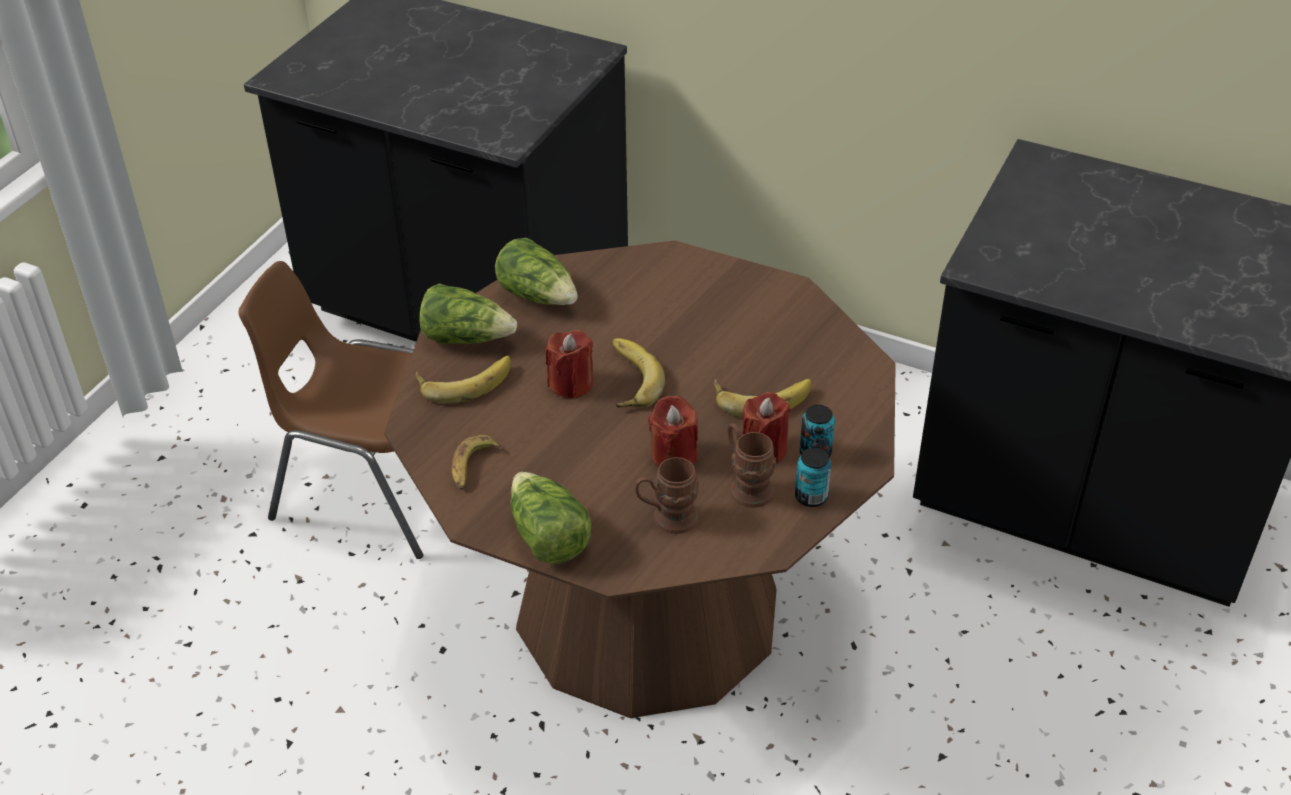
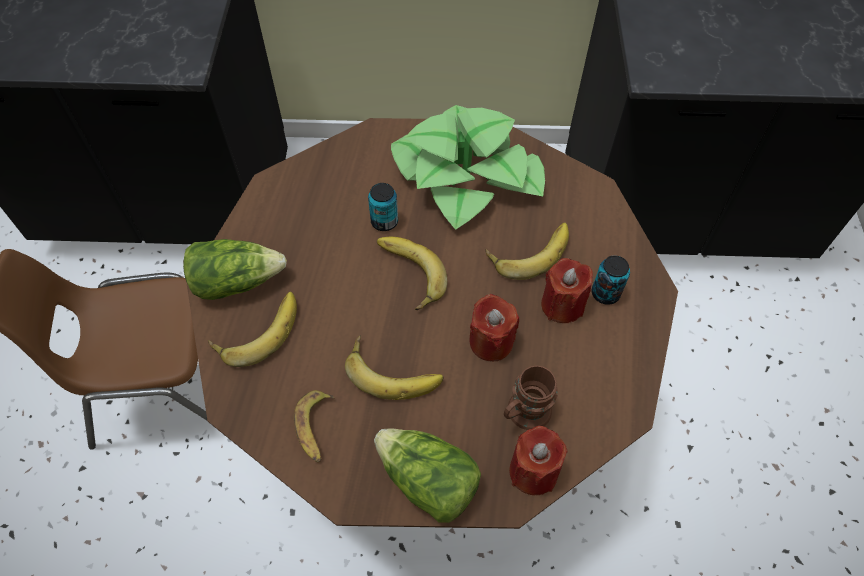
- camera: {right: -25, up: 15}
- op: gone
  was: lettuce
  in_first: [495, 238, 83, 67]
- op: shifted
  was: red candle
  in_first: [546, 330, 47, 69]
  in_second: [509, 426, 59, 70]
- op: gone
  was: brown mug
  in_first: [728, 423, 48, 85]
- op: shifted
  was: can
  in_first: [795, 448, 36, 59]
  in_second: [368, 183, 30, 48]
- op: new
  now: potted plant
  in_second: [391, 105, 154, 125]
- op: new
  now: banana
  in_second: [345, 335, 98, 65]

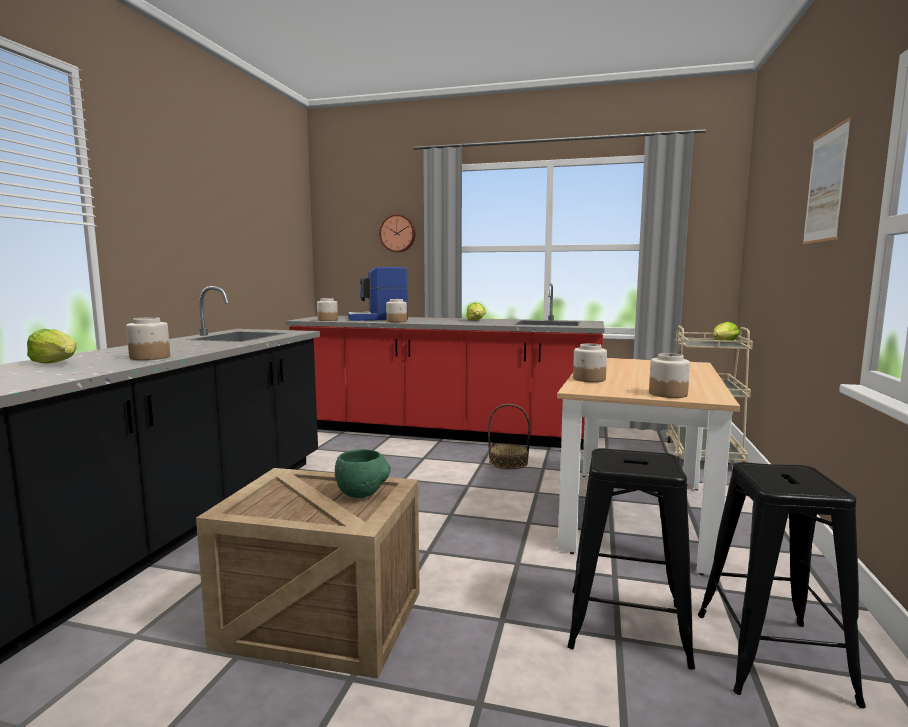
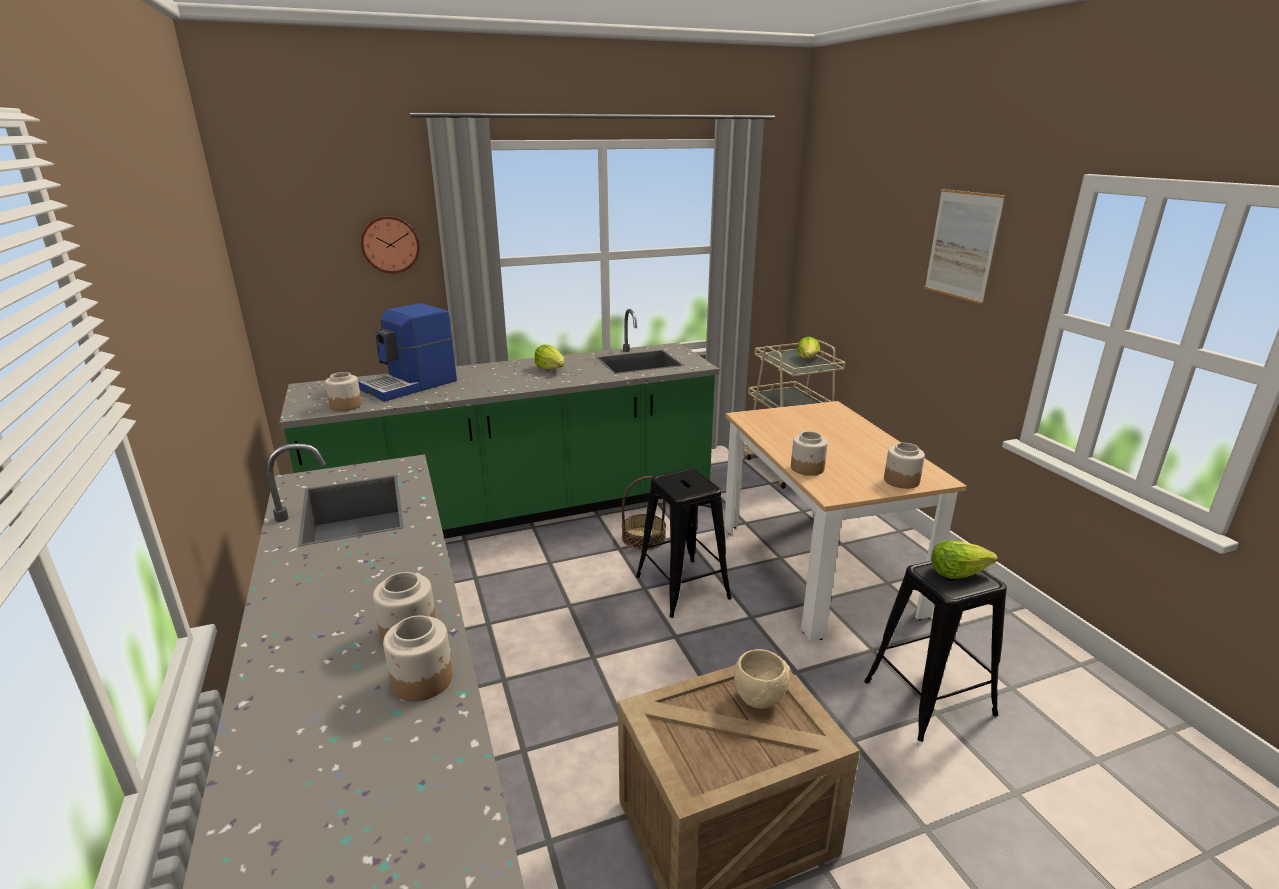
- camera: {right: -35, up: 15}
- op: repainted
  was: red counter
  now: green counter
  in_first: [285, 283, 319, 167]
  in_second: [279, 309, 440, 230]
- op: shifted
  was: jar
  in_first: [386, 299, 21, 23]
  in_second: [383, 615, 70, 86]
- op: shifted
  was: lettuce
  in_first: [27, 329, 50, 35]
  in_second: [931, 541, 67, 38]
- op: repainted
  was: green bowl
  now: beige bowl
  in_first: [335, 449, 56, 49]
  in_second: [734, 649, 56, 60]
- op: shifted
  was: black stool
  in_first: [698, 462, 168, 246]
  in_second: [636, 468, 96, 150]

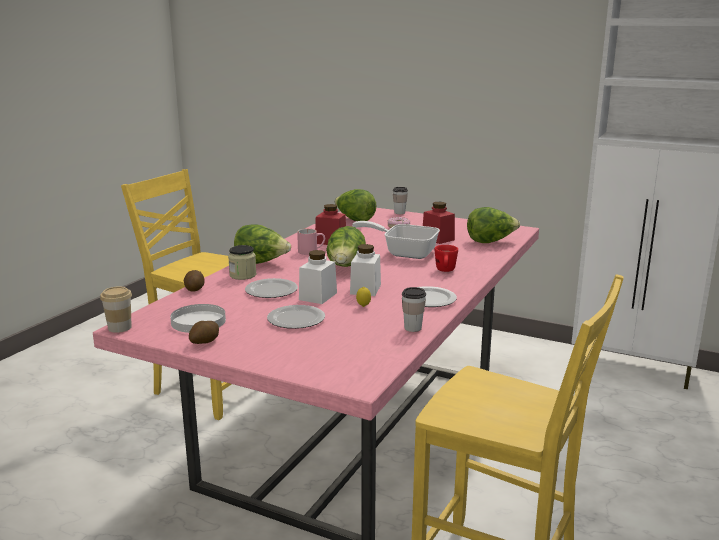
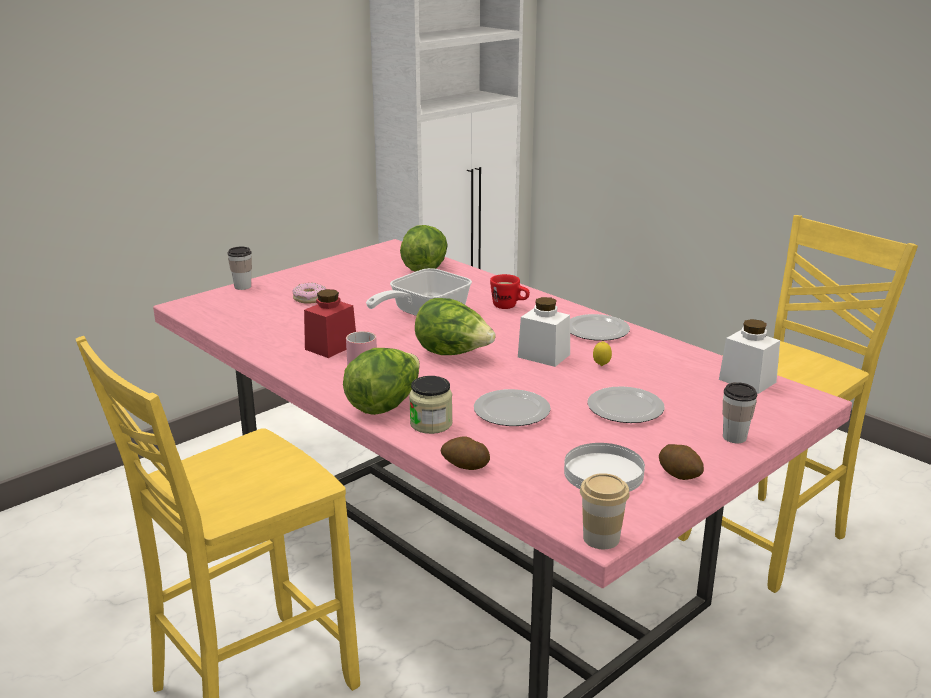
- camera: {right: -70, up: 5}
- op: gone
  was: lettuce
  in_first: [335, 189, 41, 32]
- op: gone
  was: red jar
  in_first: [423, 202, 32, 42]
- op: shifted
  was: white jar
  in_first: [299, 250, 38, 54]
  in_second: [719, 319, 61, 75]
- op: shifted
  was: cup
  in_first: [402, 287, 24, 45]
  in_second: [723, 382, 34, 61]

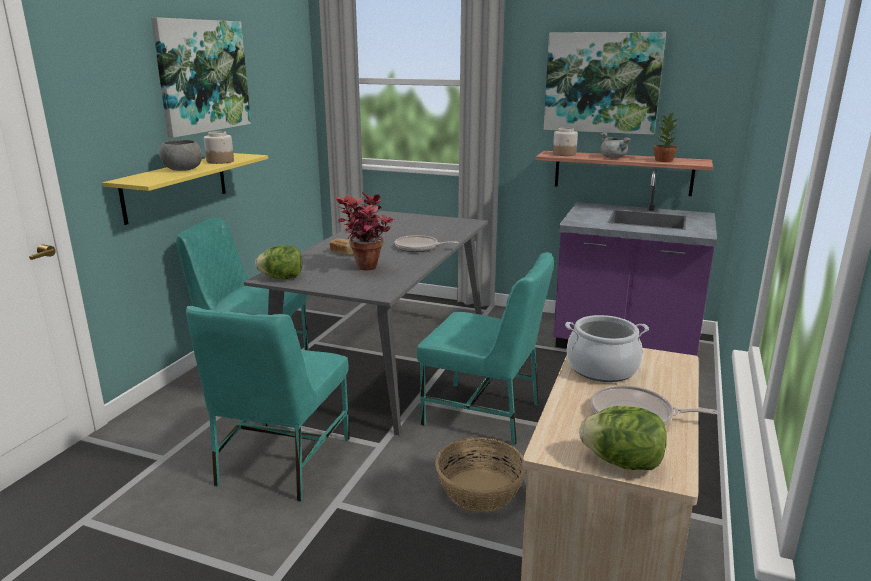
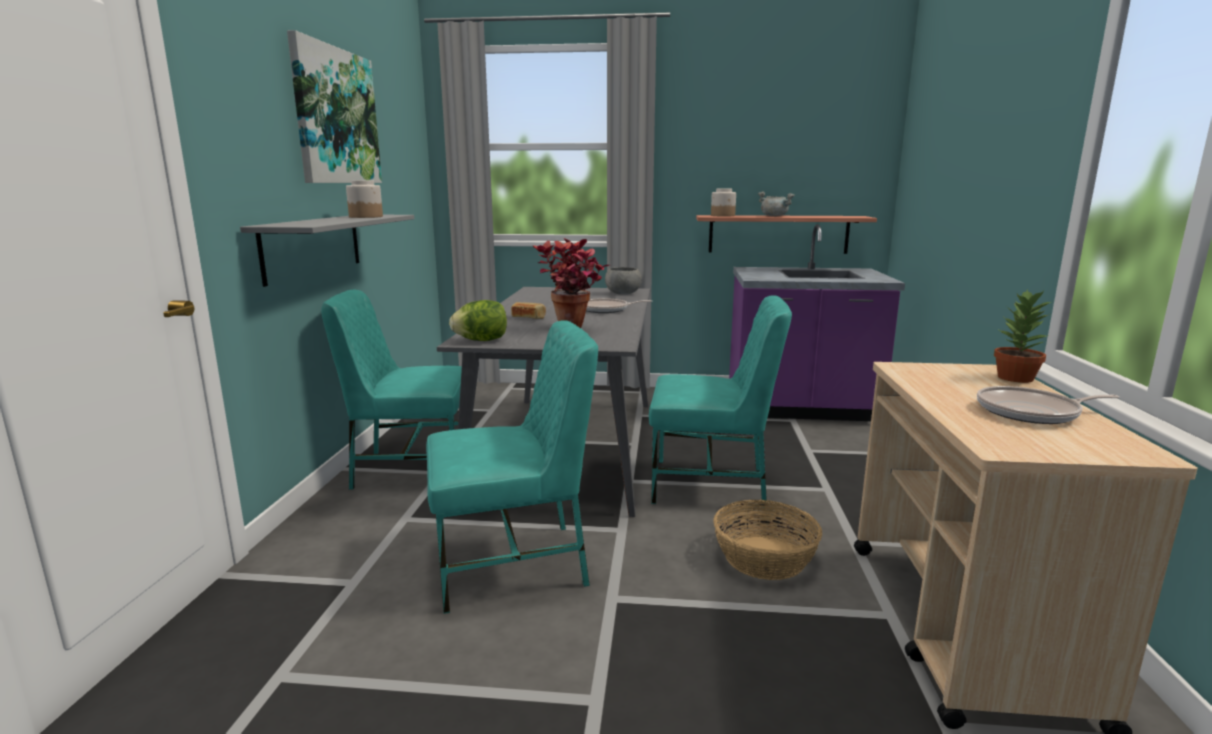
- camera: {right: -15, up: -5}
- op: gone
  was: picture
  in_first: [544, 32, 122, 103]
- op: shifted
  was: potted plant
  in_first: [653, 112, 25, 50]
  in_second: [994, 289, 57, 94]
- op: shifted
  was: grey bowl
  in_first: [159, 140, 43, 31]
  in_second: [605, 267, 37, 28]
- op: repainted
  was: yellow shelf
  now: grey shelf
  in_first: [103, 153, 165, 72]
  in_second: [240, 215, 174, 72]
- op: rotated
  was: turquoise chair
  in_first: [186, 306, 164, 196]
  in_second: [426, 320, 172, 294]
  clockwise: -105
- op: gone
  was: cooking pot
  in_first: [565, 315, 84, 67]
- op: gone
  was: lettuce
  in_first: [579, 406, 87, 64]

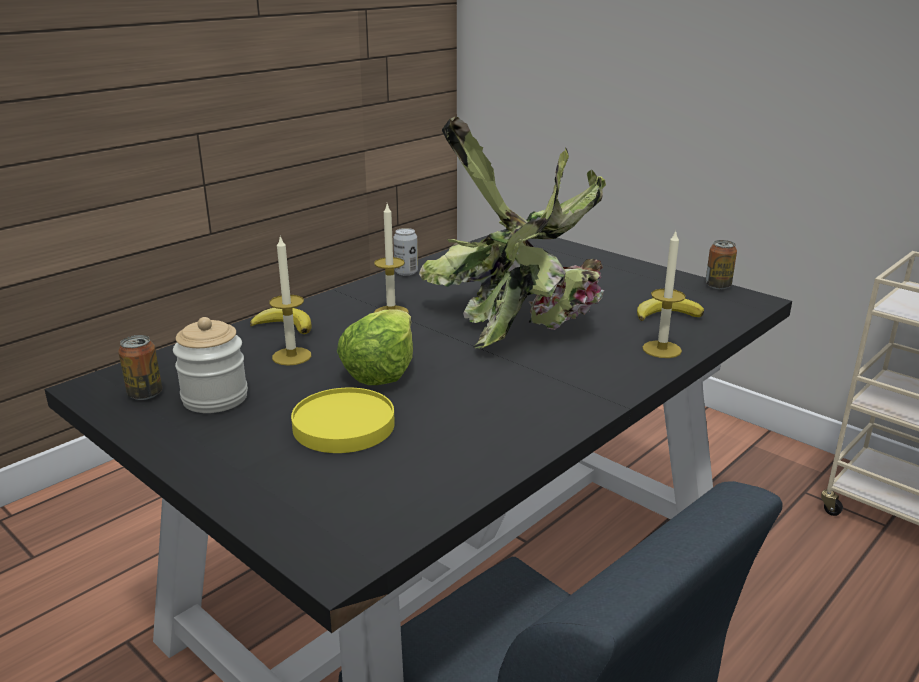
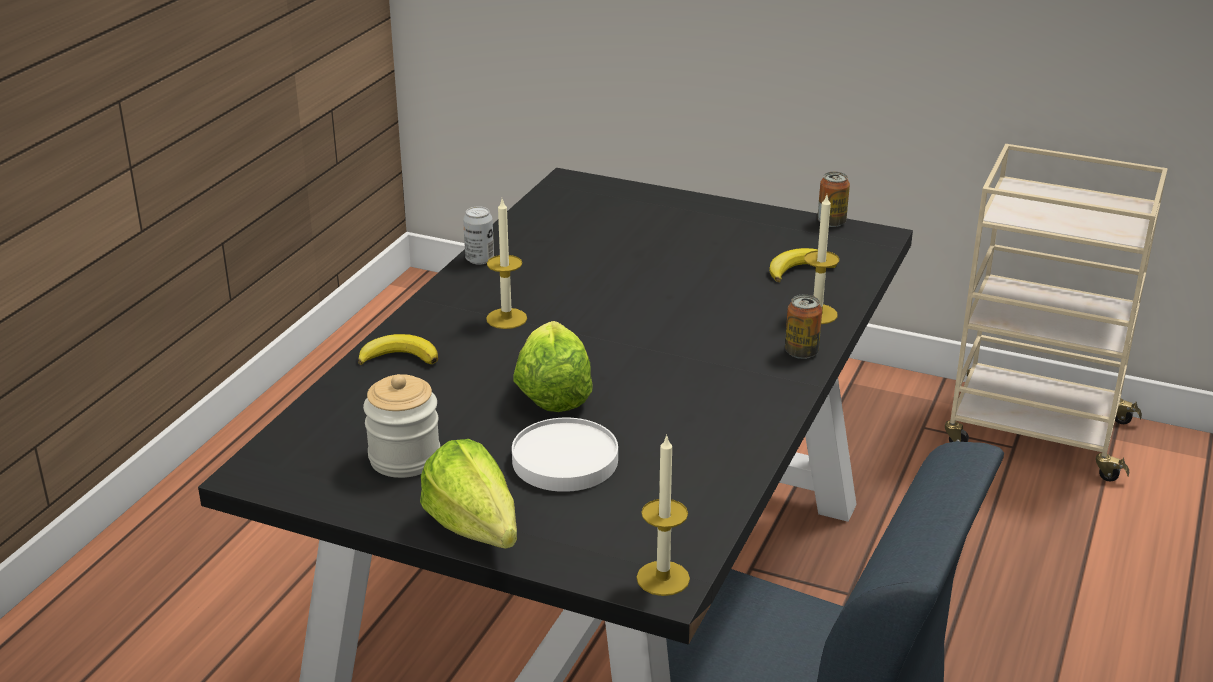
- camera: {right: -20, up: 5}
- op: gone
  was: potted plant
  in_first: [419, 117, 187, 232]
- op: shifted
  was: candle
  in_first: [269, 236, 42, 130]
  in_second: [636, 434, 54, 162]
- op: shifted
  was: can
  in_first: [118, 335, 44, 65]
  in_second: [785, 294, 37, 65]
- op: repainted
  was: yellow plate
  now: white plate
  in_first: [291, 388, 104, 65]
  in_second: [512, 418, 106, 74]
- op: new
  now: lettuce
  in_second: [420, 439, 97, 110]

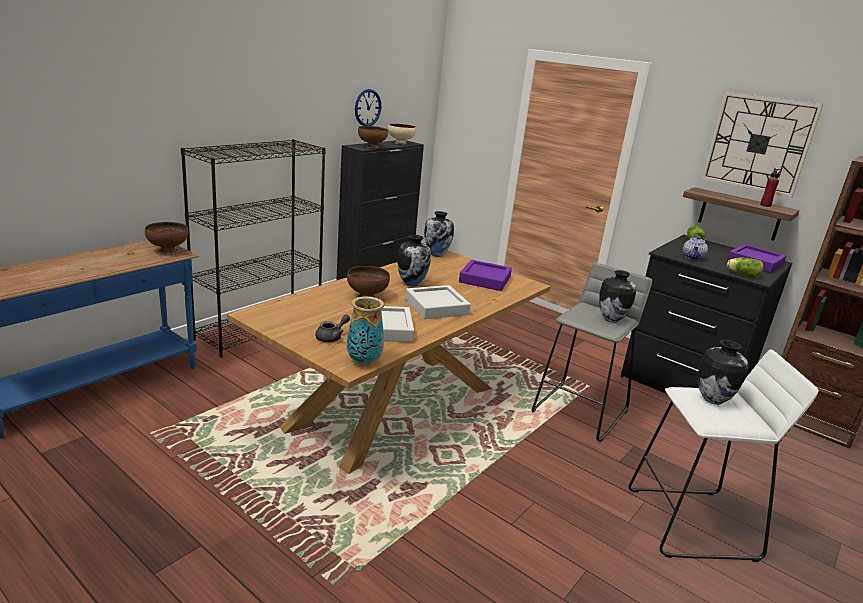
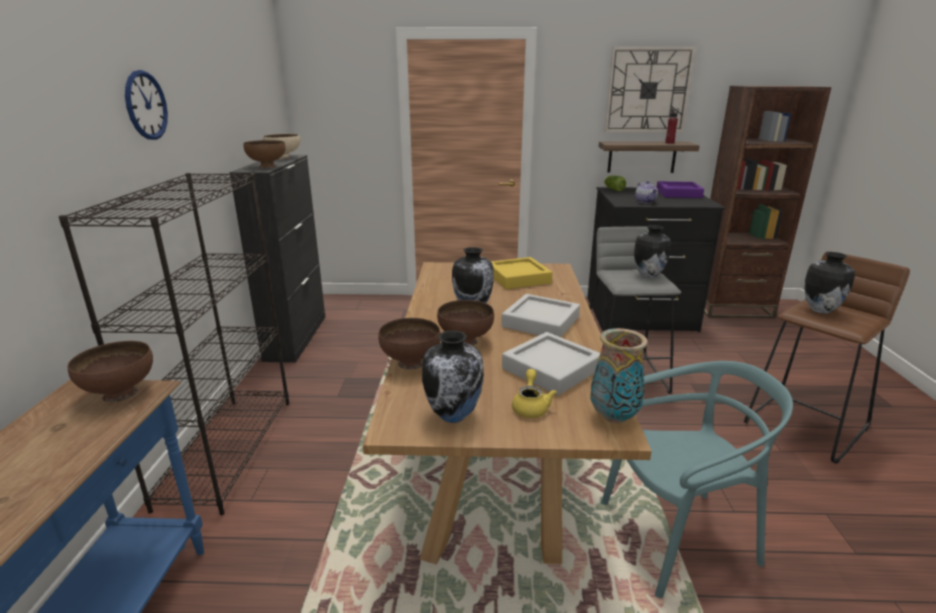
- camera: {right: -35, up: 0}
- op: shifted
  was: wall clock
  in_first: [355, 89, 26, 37]
  in_second: [125, 70, 43, 70]
- op: shifted
  was: vase
  in_first: [424, 211, 30, 45]
  in_second: [422, 330, 62, 93]
- op: gone
  was: lettuce
  in_first: [727, 257, 37, 21]
- op: repainted
  was: purple tray
  now: yellow tray
  in_first: [459, 260, 53, 31]
  in_second: [491, 257, 61, 32]
- op: repainted
  was: grey teapot
  now: yellow teapot
  in_first: [315, 314, 35, 28]
  in_second: [512, 369, 45, 49]
- op: repainted
  was: white stool
  now: brown stool
  in_first: [628, 349, 191, 213]
  in_second: [744, 251, 166, 213]
- op: new
  now: brown bowl
  in_second: [378, 318, 62, 52]
- op: new
  now: turquoise chair
  in_second: [601, 361, 192, 237]

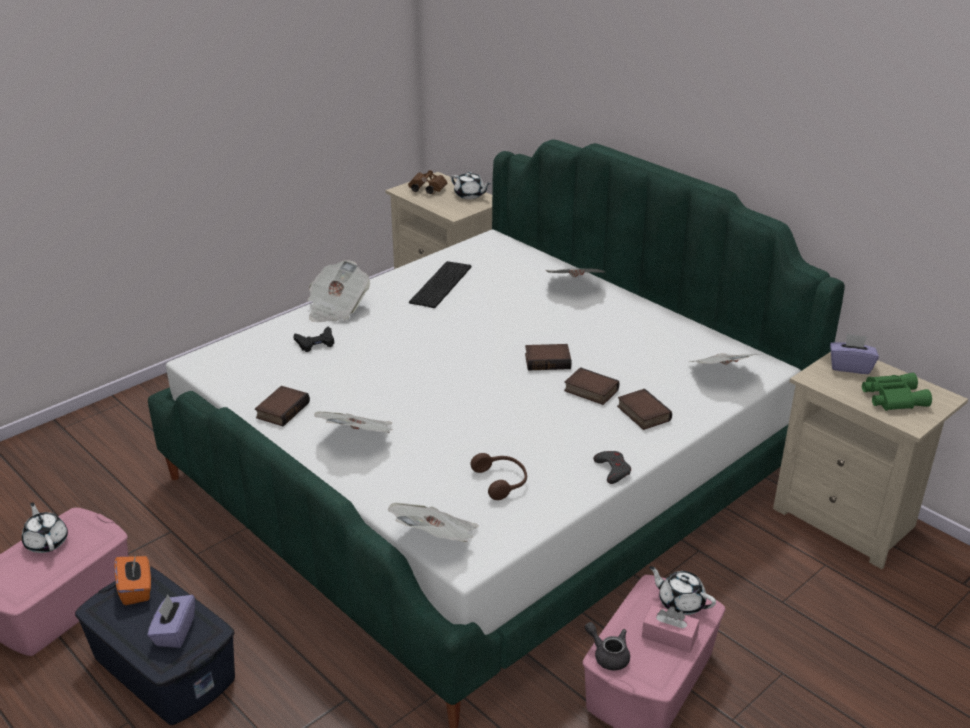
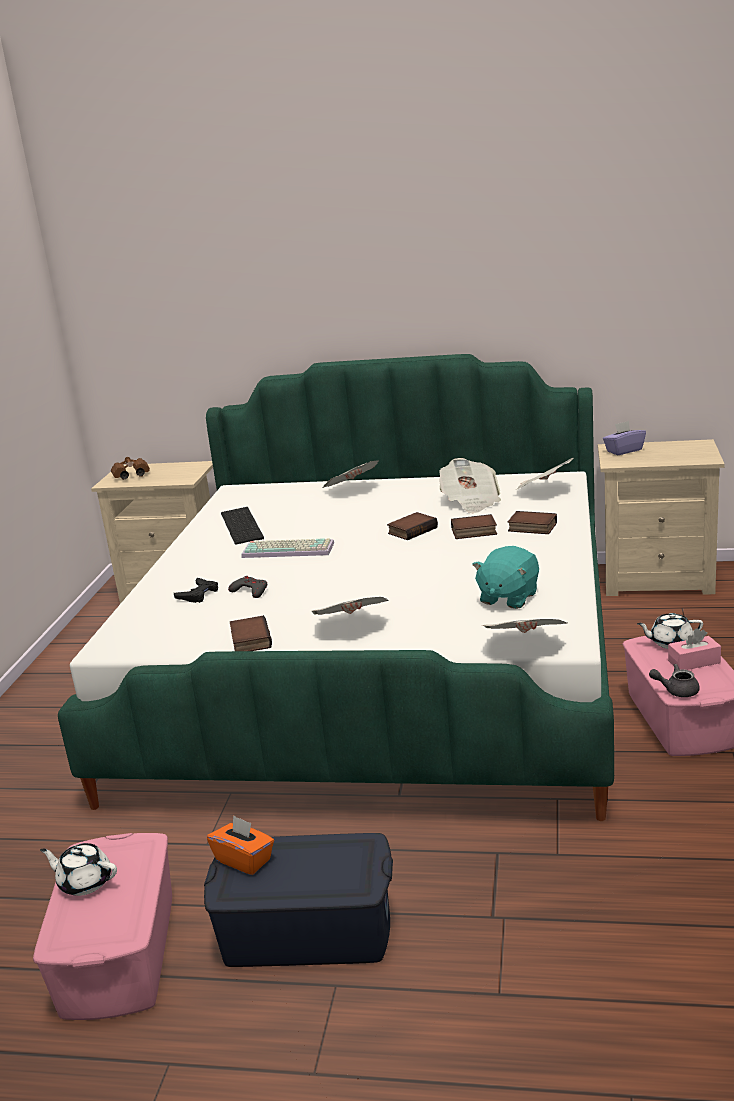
- camera: {right: -35, up: -10}
- op: gone
  was: white teapot
  in_first: [451, 172, 40, 27]
- op: shifted
  was: newspaper
  in_first: [307, 260, 63, 62]
  in_second: [439, 458, 62, 55]
- op: gone
  was: green binoculars
  in_first: [862, 373, 70, 38]
- op: shifted
  was: grey game controller
  in_first: [593, 451, 38, 33]
  in_second: [228, 576, 39, 22]
- op: swapped
  was: brown headphones
  now: turquoise plush toy
  in_first: [471, 453, 56, 47]
  in_second: [472, 546, 67, 63]
- op: gone
  was: purple tissue box
  in_first: [147, 595, 48, 53]
- op: new
  now: keyboard
  in_second: [241, 538, 93, 20]

